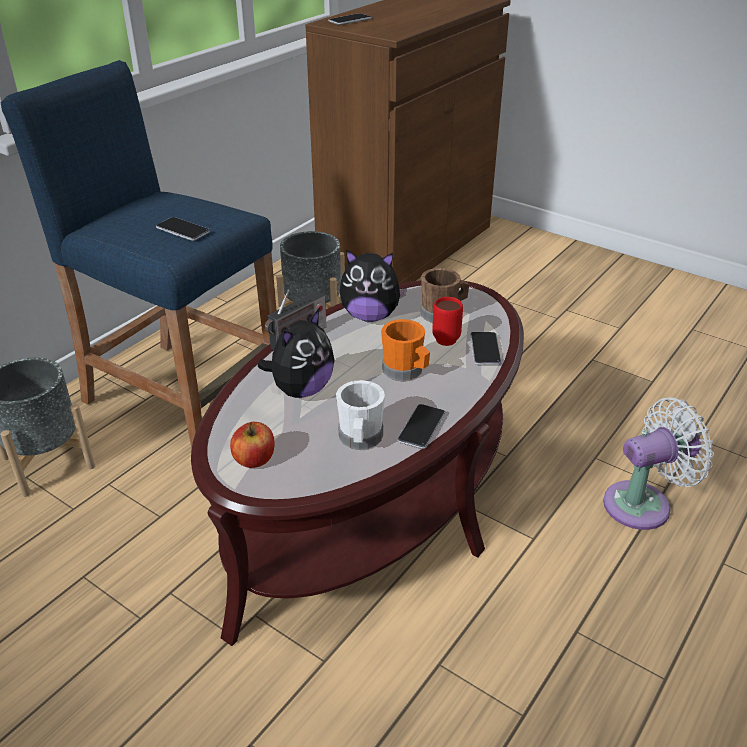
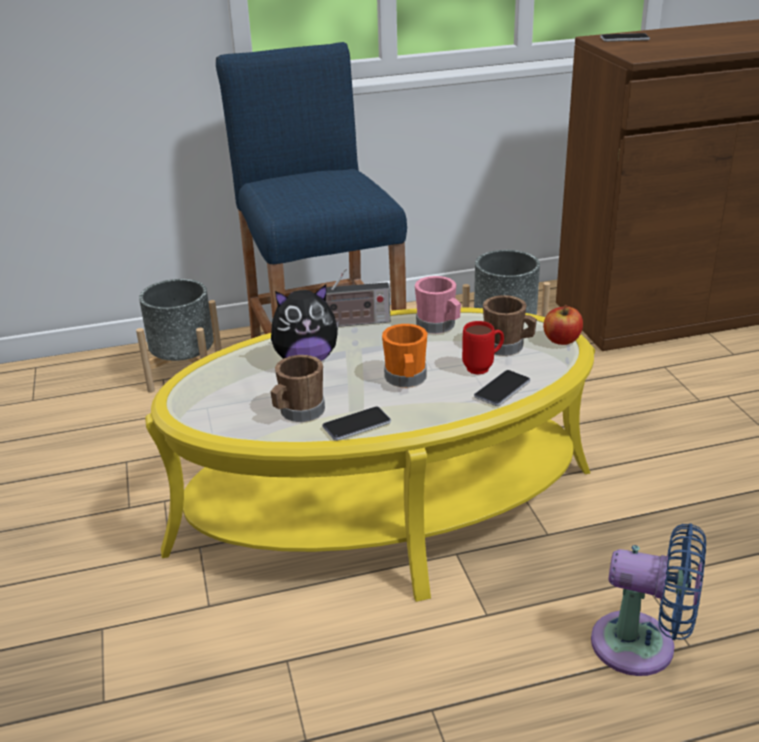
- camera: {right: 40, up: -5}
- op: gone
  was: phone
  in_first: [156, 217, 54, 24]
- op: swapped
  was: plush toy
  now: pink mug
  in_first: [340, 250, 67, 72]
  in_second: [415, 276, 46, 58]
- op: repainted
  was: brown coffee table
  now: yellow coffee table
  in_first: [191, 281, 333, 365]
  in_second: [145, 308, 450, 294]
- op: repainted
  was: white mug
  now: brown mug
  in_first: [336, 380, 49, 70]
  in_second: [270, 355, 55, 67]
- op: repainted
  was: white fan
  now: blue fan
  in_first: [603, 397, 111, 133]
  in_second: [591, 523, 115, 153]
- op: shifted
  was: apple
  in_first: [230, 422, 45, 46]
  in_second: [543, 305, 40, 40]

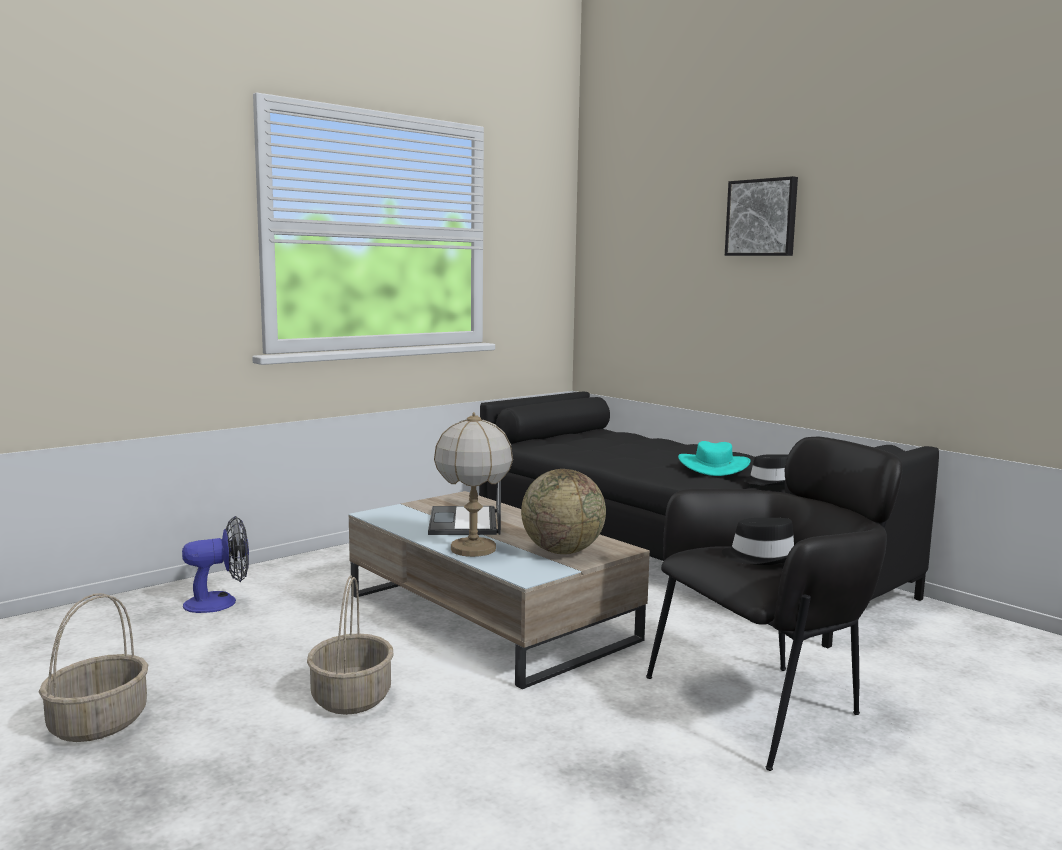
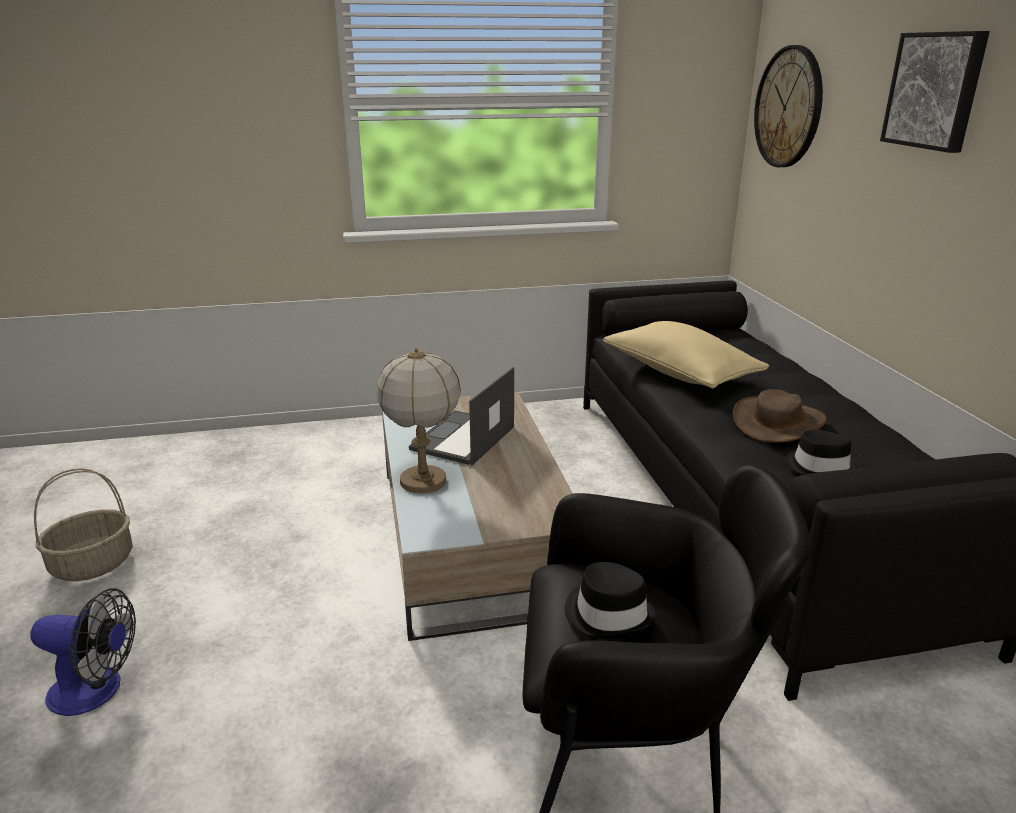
- camera: {right: 30, up: 15}
- op: repainted
  was: turquoise hat
  now: brown hat
  in_first: [678, 441, 72, 35]
  in_second: [733, 389, 94, 54]
- op: gone
  was: globe
  in_first: [521, 469, 85, 85]
- op: shifted
  was: fan
  in_first: [182, 516, 67, 97]
  in_second: [30, 588, 106, 128]
- op: gone
  was: basket
  in_first: [307, 576, 86, 139]
- op: new
  now: wall clock
  in_second: [754, 45, 69, 122]
- op: new
  now: beige pillow
  in_second: [603, 321, 166, 68]

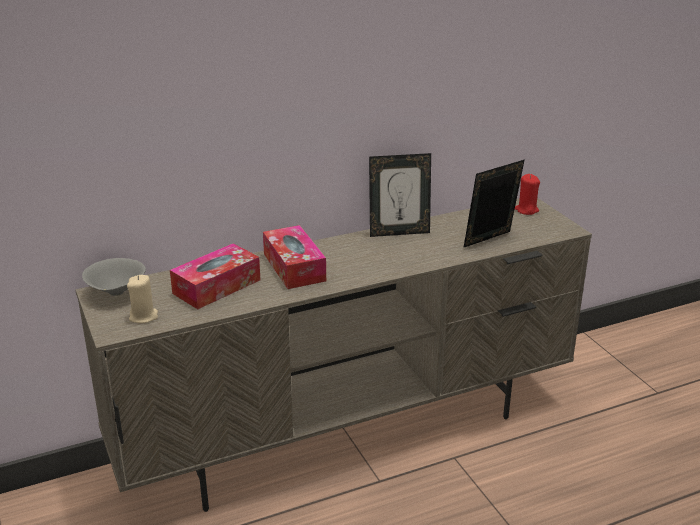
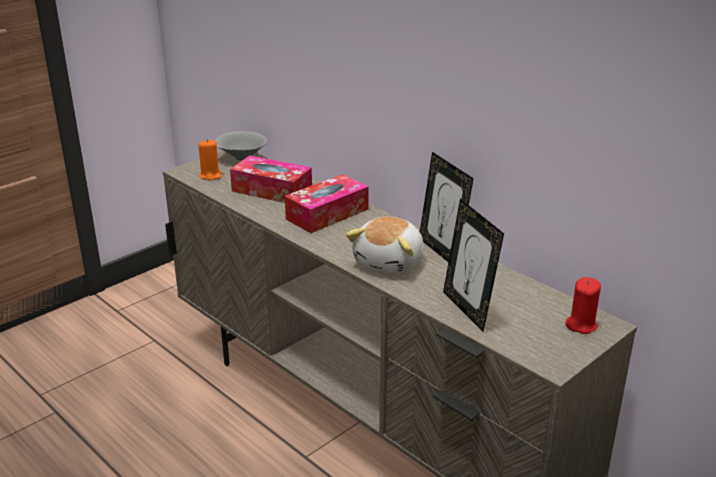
- camera: {right: 70, up: 0}
- op: rotated
  was: picture frame
  in_first: [463, 160, 61, 88]
  in_second: [443, 199, 61, 133]
  clockwise: -150
- op: repainted
  was: beige candle
  now: orange candle
  in_first: [127, 275, 31, 49]
  in_second: [198, 139, 24, 41]
- op: new
  now: plush toy
  in_second: [346, 217, 78, 57]

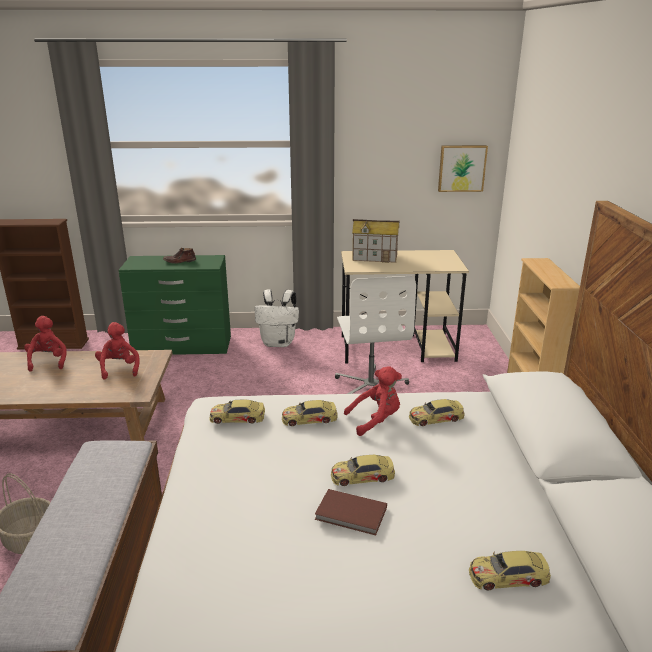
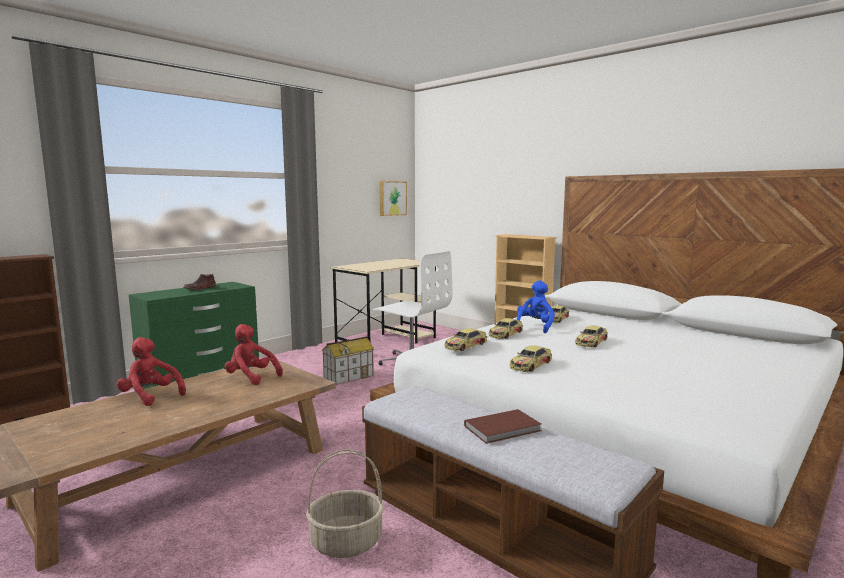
- camera: {right: -45, up: -15}
- op: shifted
  was: toy house
  in_first: [352, 219, 48, 44]
  in_second: [322, 336, 52, 49]
- op: gone
  was: white backpack
  in_first: [255, 289, 44, 58]
- op: repainted
  was: red plush toy
  now: blue plush toy
  in_first: [344, 366, 58, 70]
  in_second: [517, 281, 38, 52]
- op: shifted
  was: brown book
  in_first: [315, 489, 72, 47]
  in_second: [464, 409, 77, 35]
- op: shifted
  was: toy car
  in_first: [469, 551, 82, 39]
  in_second: [510, 345, 42, 27]

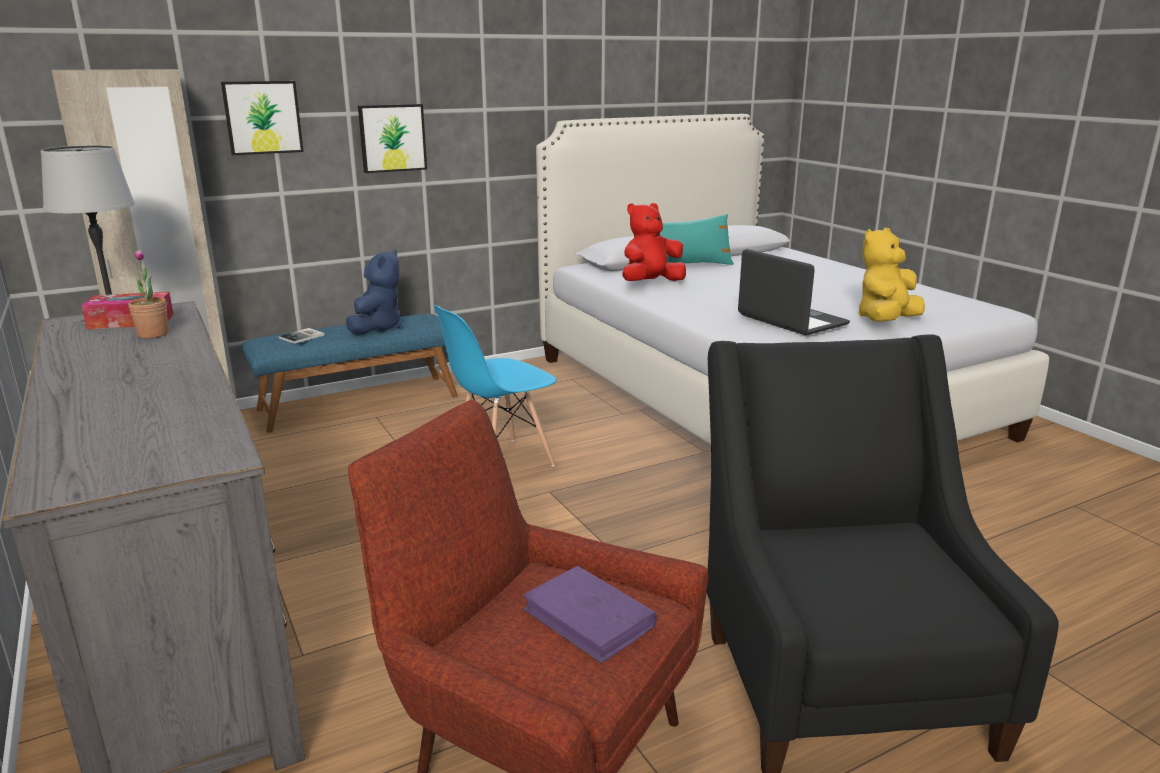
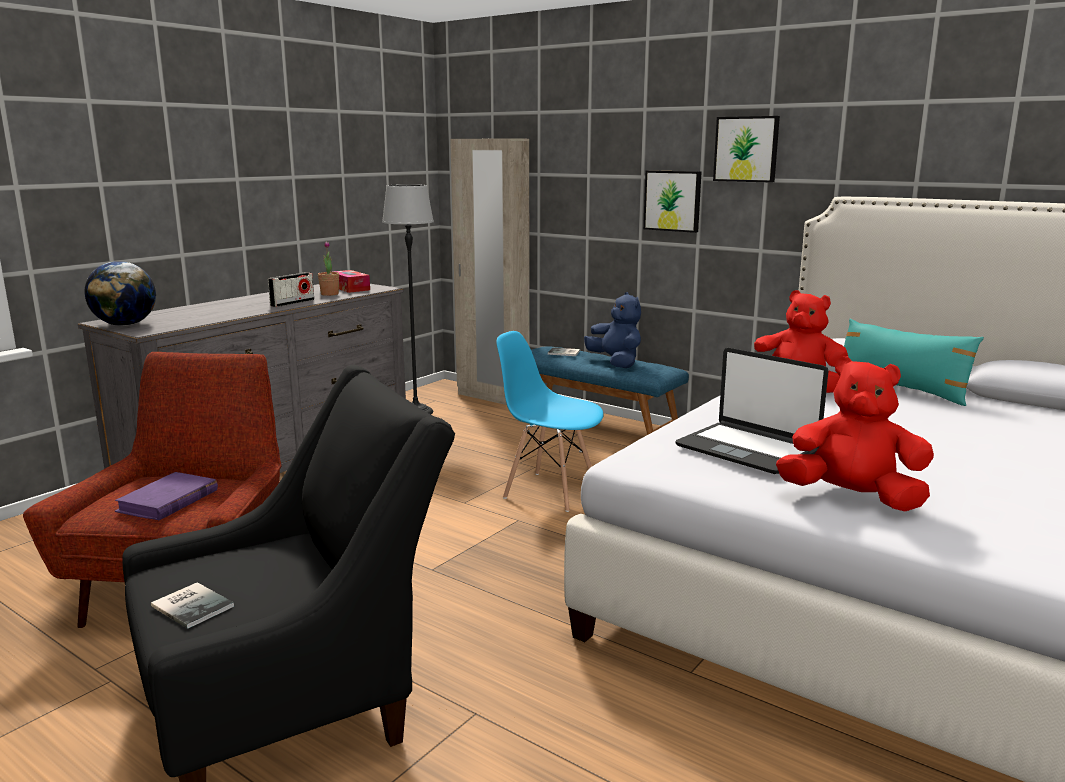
- camera: {right: 65, up: -5}
- op: shifted
  was: picture
  in_first: [221, 81, 83, 74]
  in_second: [713, 116, 67, 67]
- op: repainted
  was: yellow plush toy
  now: red plush toy
  in_first: [858, 228, 67, 94]
  in_second: [776, 356, 158, 155]
- op: rotated
  was: laptop
  in_first: [738, 249, 112, 87]
  in_second: [675, 348, 153, 126]
  clockwise: 105
- op: rotated
  was: blue plush toy
  in_first: [346, 250, 55, 84]
  in_second: [584, 292, 57, 76]
  clockwise: -105
- op: new
  now: globe
  in_second: [85, 261, 71, 65]
- op: new
  now: radio
  in_second: [268, 272, 46, 35]
- op: new
  now: book
  in_second: [151, 582, 83, 47]

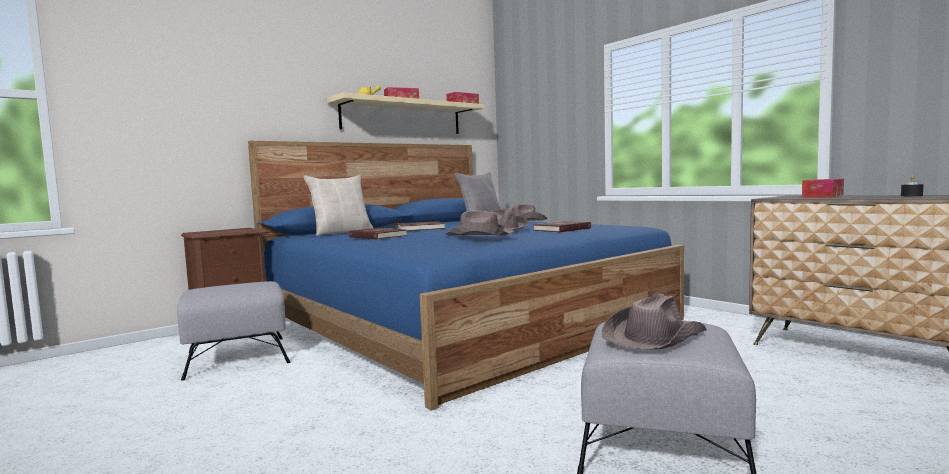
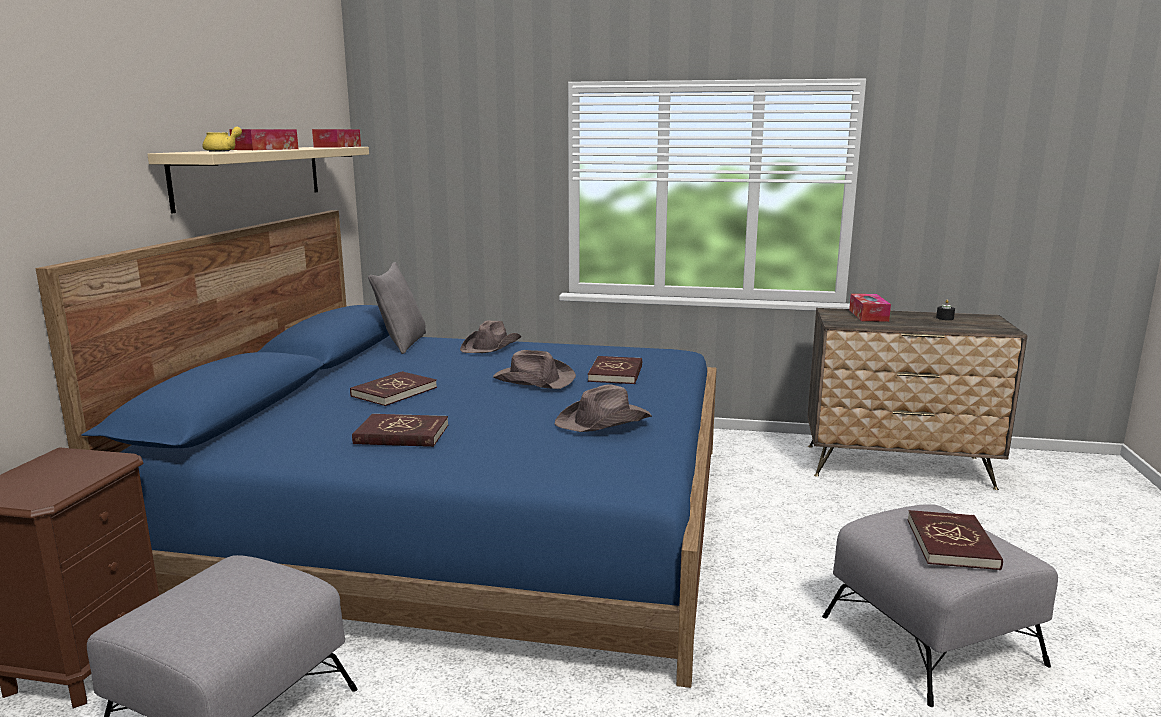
- camera: {right: -40, up: 10}
- op: gone
  was: beige pillow
  in_first: [304, 175, 69, 61]
- op: swapped
  was: brown hat
  now: red book
  in_first: [601, 293, 106, 57]
  in_second: [908, 510, 95, 60]

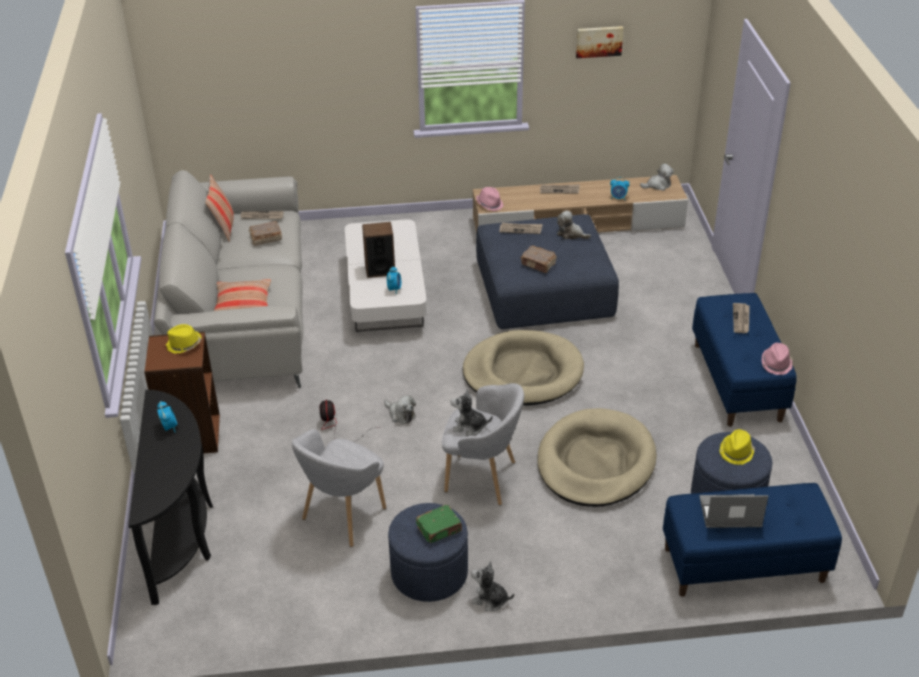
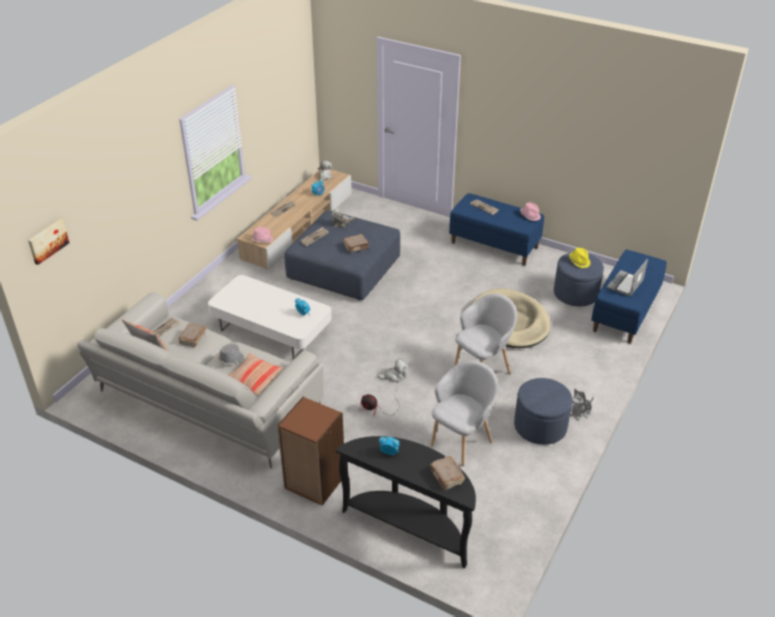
- camera: {right: -55, up: 0}
- op: shifted
  was: picture
  in_first: [576, 26, 47, 32]
  in_second: [28, 219, 41, 46]
- op: gone
  was: speaker
  in_first: [362, 222, 33, 56]
- op: gone
  was: yellow hat
  in_first: [166, 324, 36, 30]
- op: gone
  was: beige dog bed
  in_first: [463, 330, 121, 75]
- op: gone
  was: plush toy
  in_first: [450, 389, 43, 47]
- op: rotated
  was: grey armchair
  in_first: [292, 429, 94, 118]
  in_second: [431, 360, 67, 106]
  clockwise: -120
- op: gone
  was: green book
  in_first: [416, 505, 46, 38]
- op: new
  now: grey hat
  in_second: [218, 344, 26, 20]
- op: new
  now: brown book
  in_second: [430, 456, 35, 34]

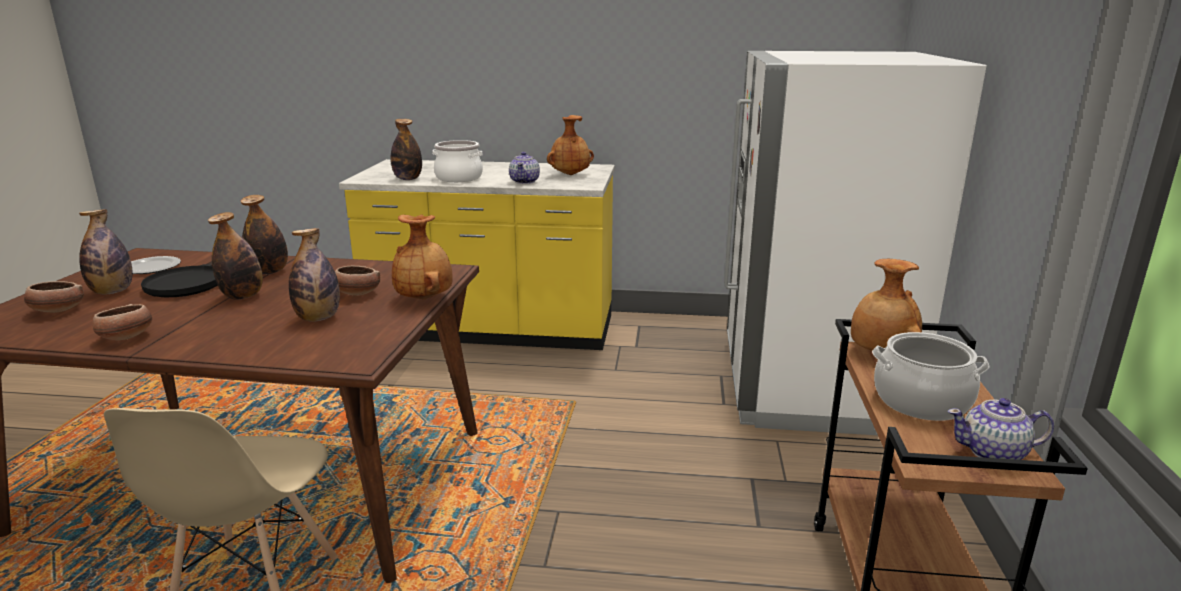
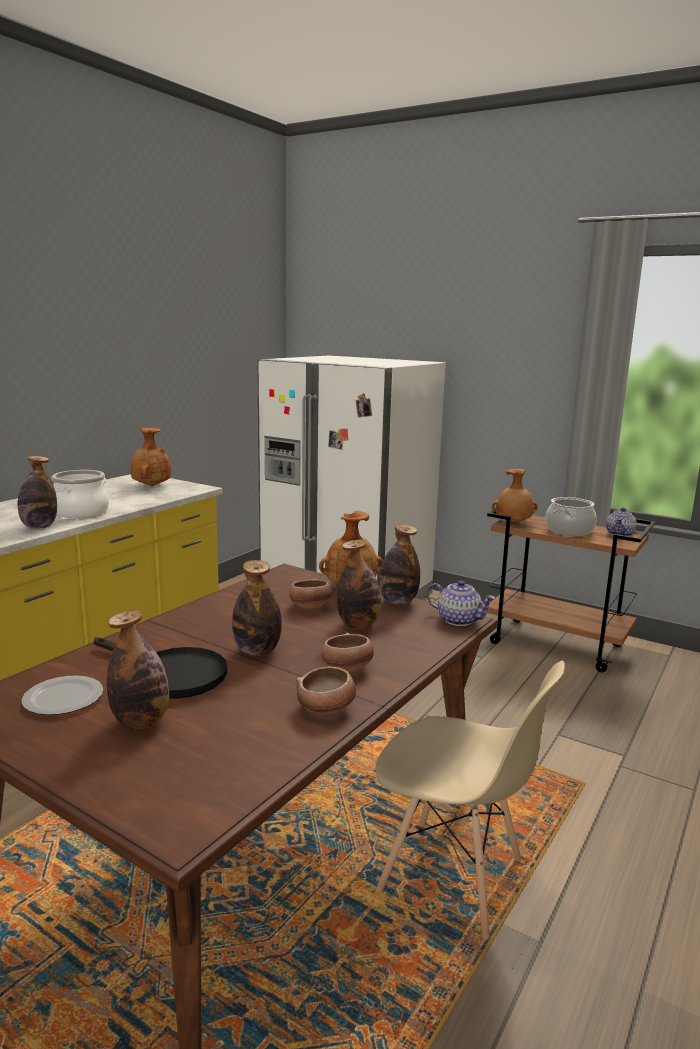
- camera: {right: -65, up: -5}
- op: shifted
  was: teapot
  in_first: [509, 152, 31, 32]
  in_second: [427, 580, 69, 46]
- op: shifted
  was: bottle
  in_first: [241, 195, 47, 79]
  in_second: [379, 524, 41, 81]
- op: shifted
  was: bowl
  in_first: [24, 281, 60, 32]
  in_second: [322, 633, 52, 39]

